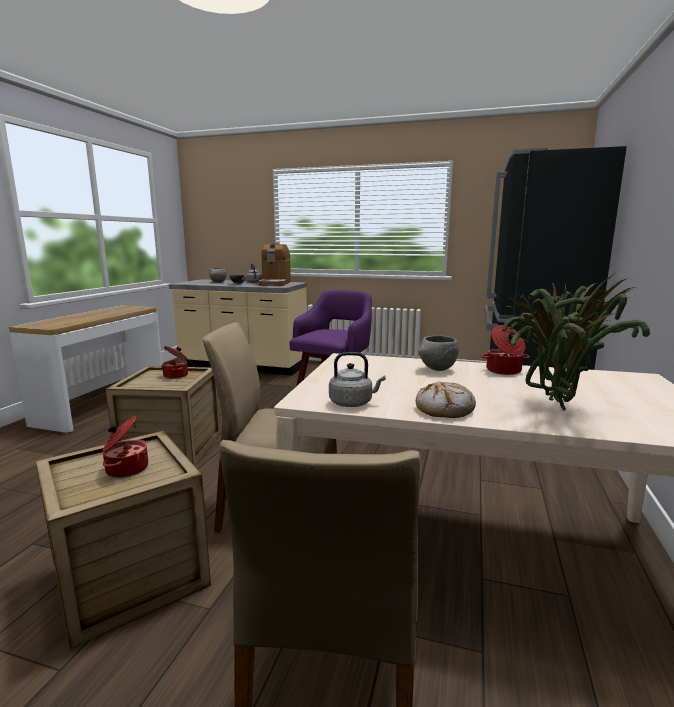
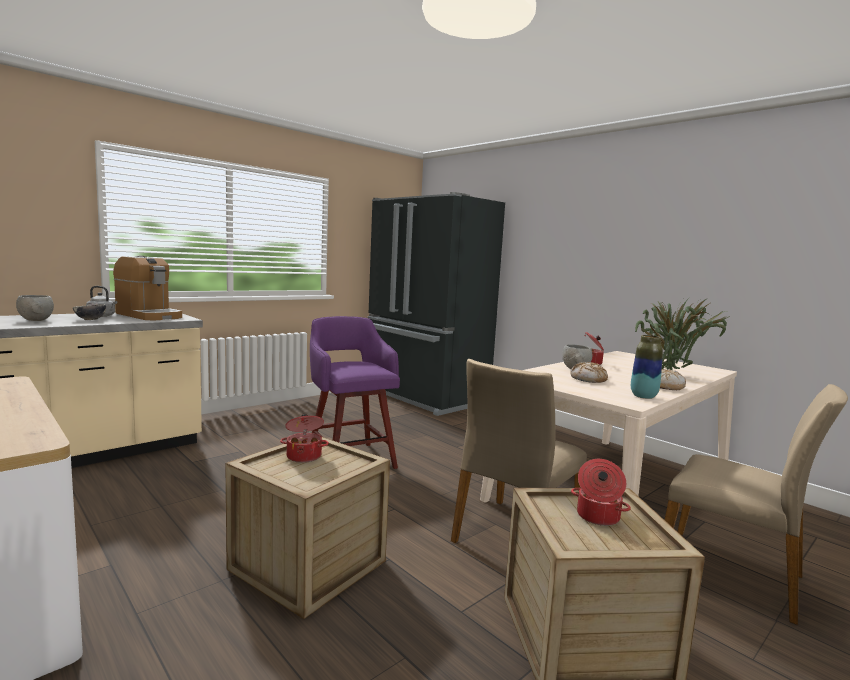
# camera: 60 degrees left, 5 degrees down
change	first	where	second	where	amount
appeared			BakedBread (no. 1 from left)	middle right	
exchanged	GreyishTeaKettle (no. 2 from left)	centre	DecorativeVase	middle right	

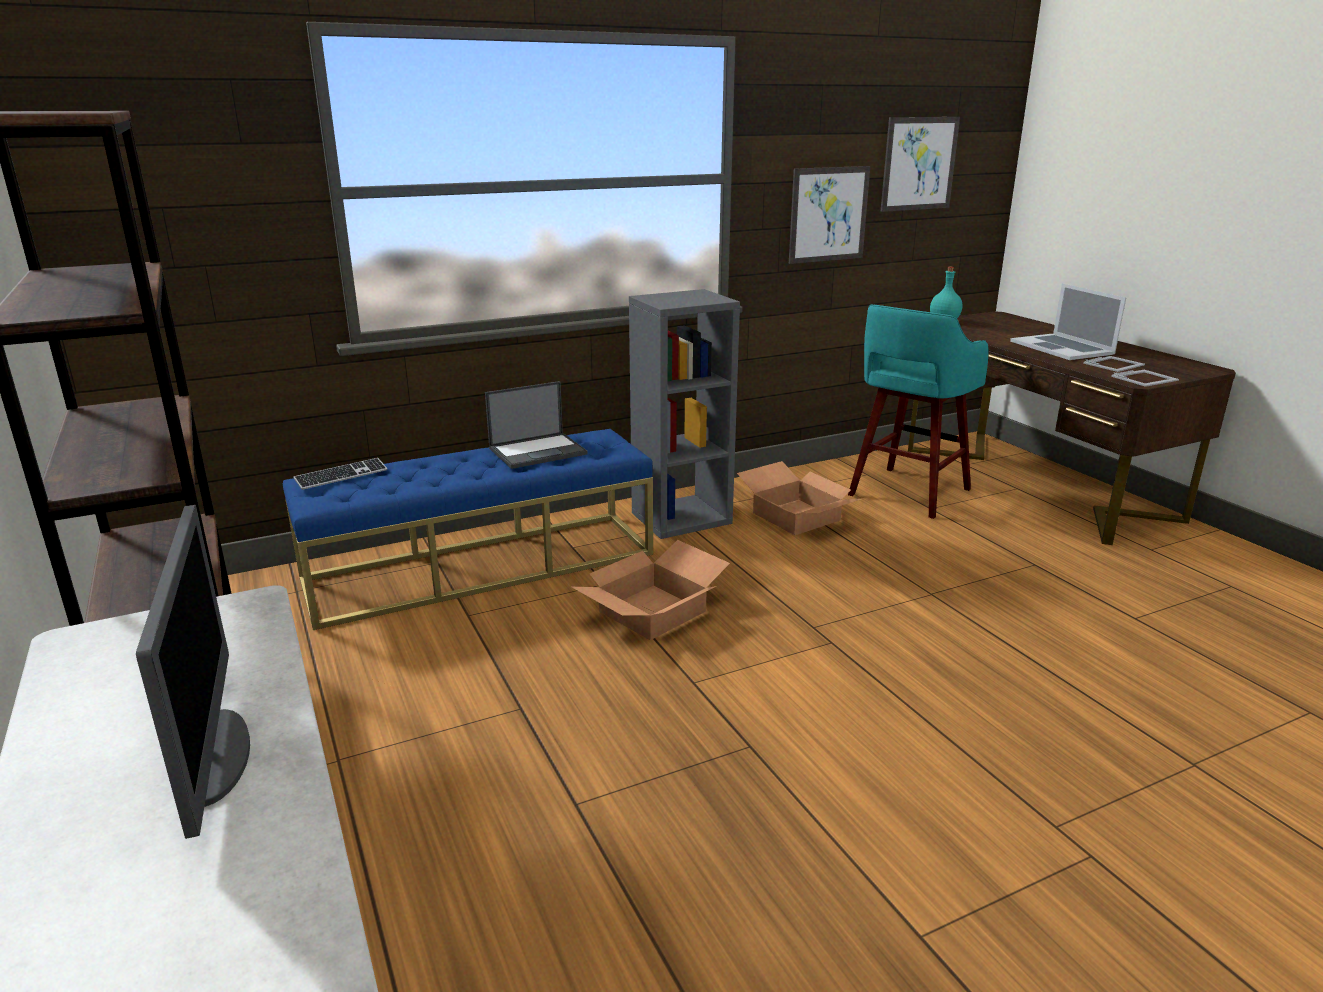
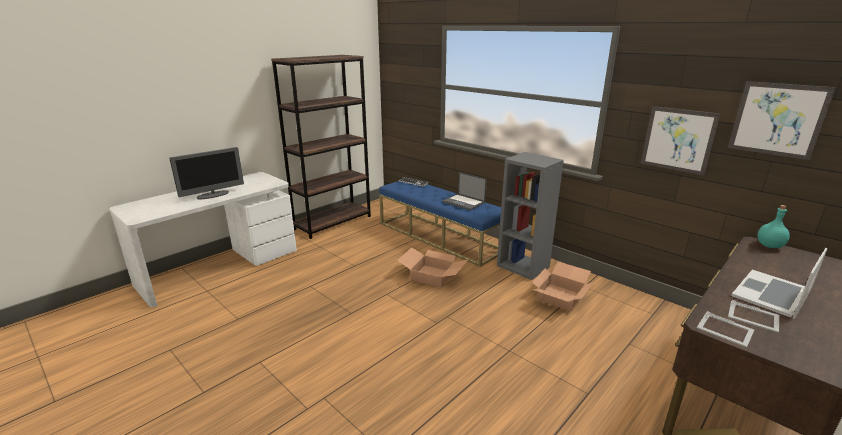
# camera: 70 degrees right, 0 degrees up
change	first	where	second	where	amount
missing	TurquoiseSittingStool	middle right			

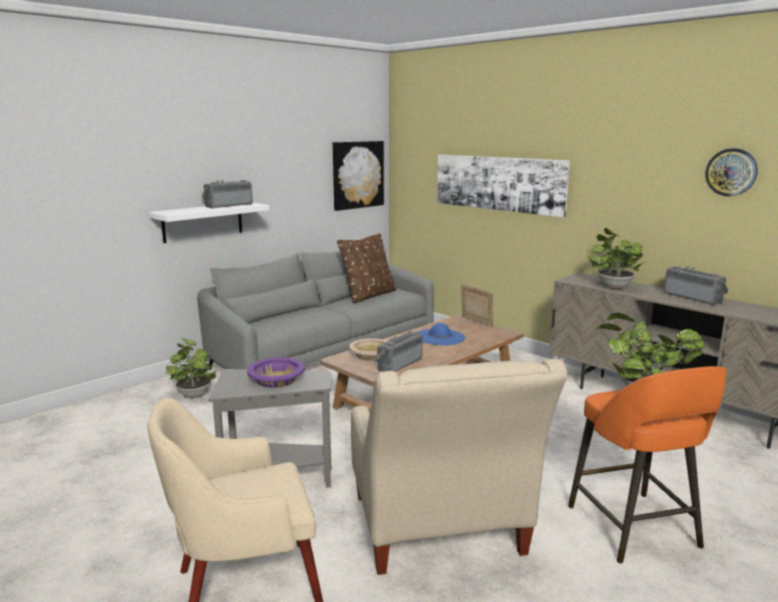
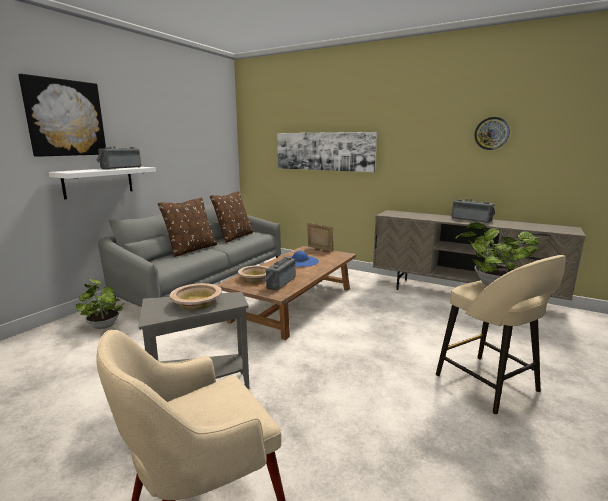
# camera: 15 degrees left, 0 degrees up
change	first	where	second	where	amount
missing	BeigeLoungeChair (no. 2 from left)	bottom centre			
missing	PlantInAPot (no. 2 from left)	middle right			
appeared			BrownColouredThrowPillow (no. 1 from left)	middle left	
relocated	Picture (no. 1 from left)	top centre		top left	
colour	PurpleBowl	centre	BeigeBowl (no. 1 from left)	middle left	
colour	OrangeySittingStool	bottom right	BeigeSittingStool	bottom right	

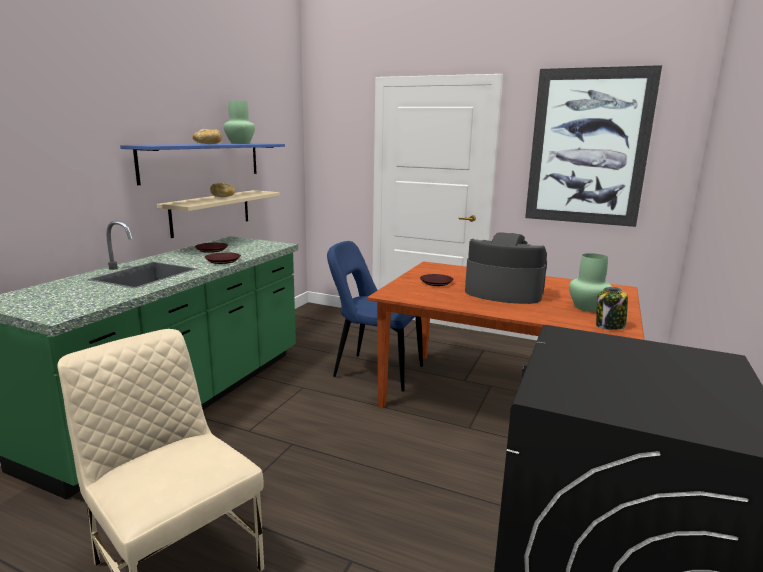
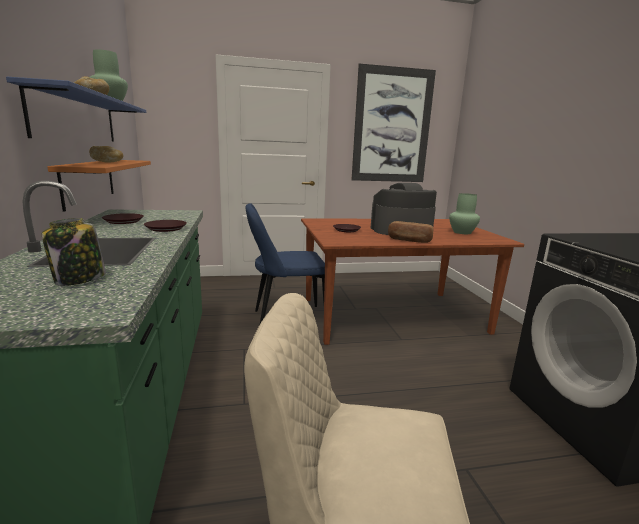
# camera: 35 degrees left, 0 degrees up
change	first	where	second	where	amount
appeared			BakedBread (no. 3 from left)	centre	
relocated	StorageJar	middle right		middle left	
colour	BeigeShelf	middle left	OrangeyShelf	middle left	

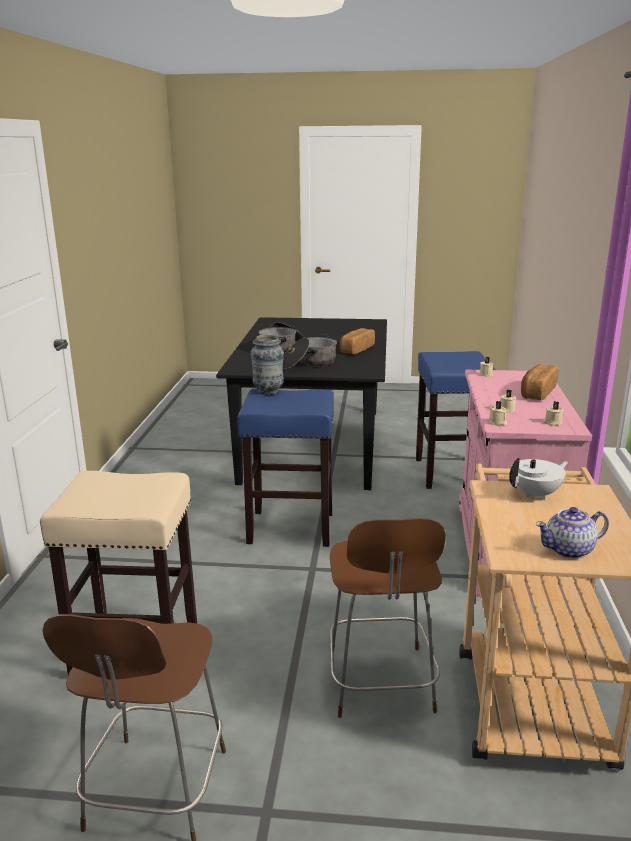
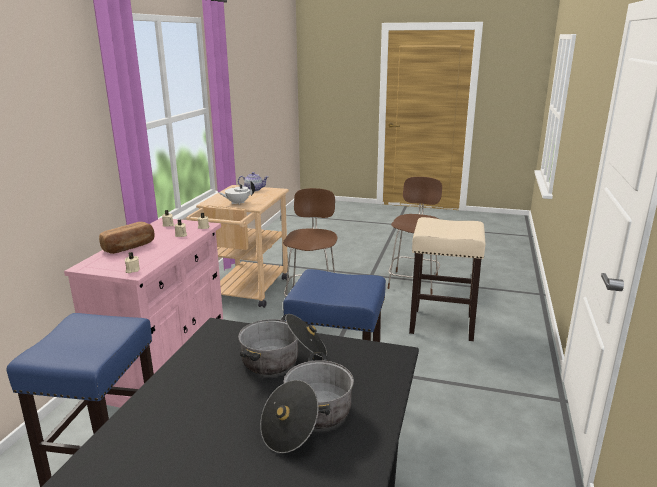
# camera: 170 degrees left, 0 degrees up
change	first	where	second	where	amount
missing	DecorativeVase	centre			
missing	BakedBread (no. 1 from left)	centre			

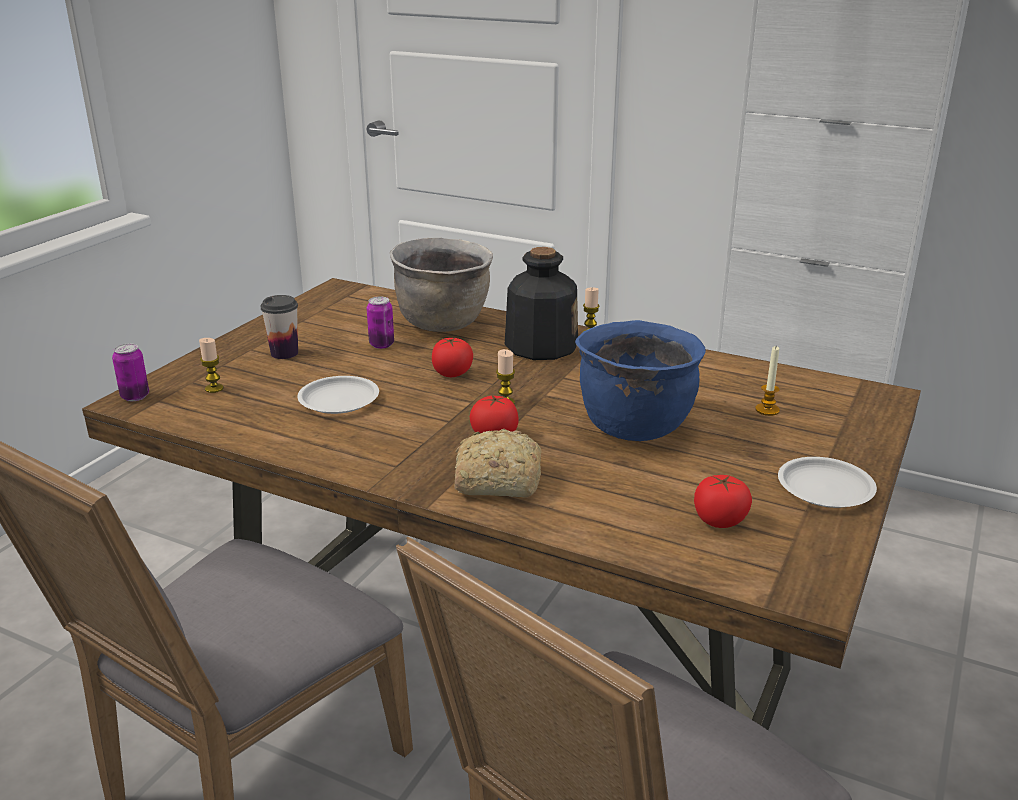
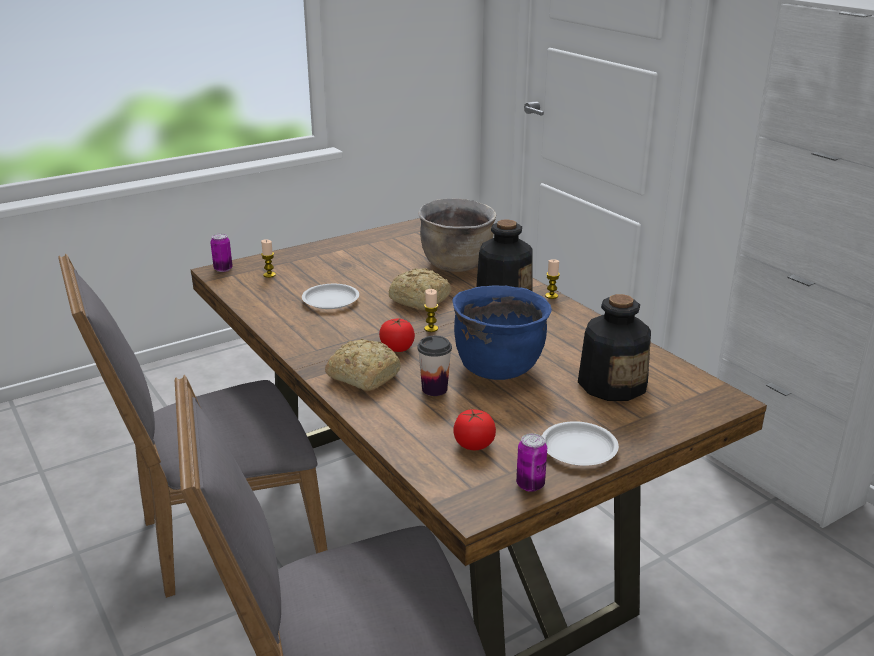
# camera: 30 degrees right, 0 degrees up
change	first	where	second	where	amount
relocated	DrinkingCup	middle left		centre	
relocated	Can (no. 2 from left)	centre		bottom centre	
exchanged	WholeTomato (no. 1 from left)	centre	BakedBread (no. 2 from left)	centre	
exchanged	Candle (no. 4 from left)	middle right	Bottle (no. 2 from left)	middle right	

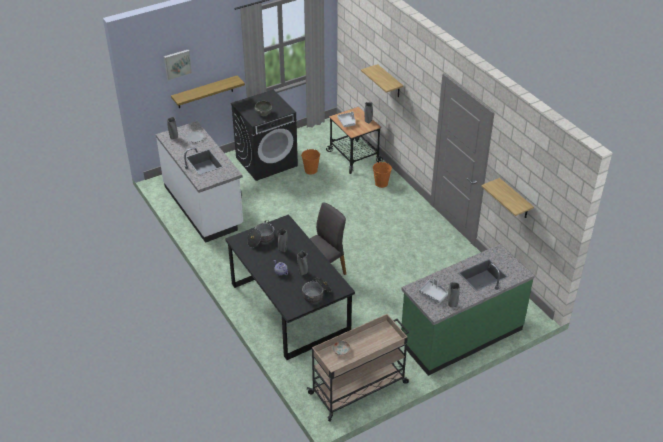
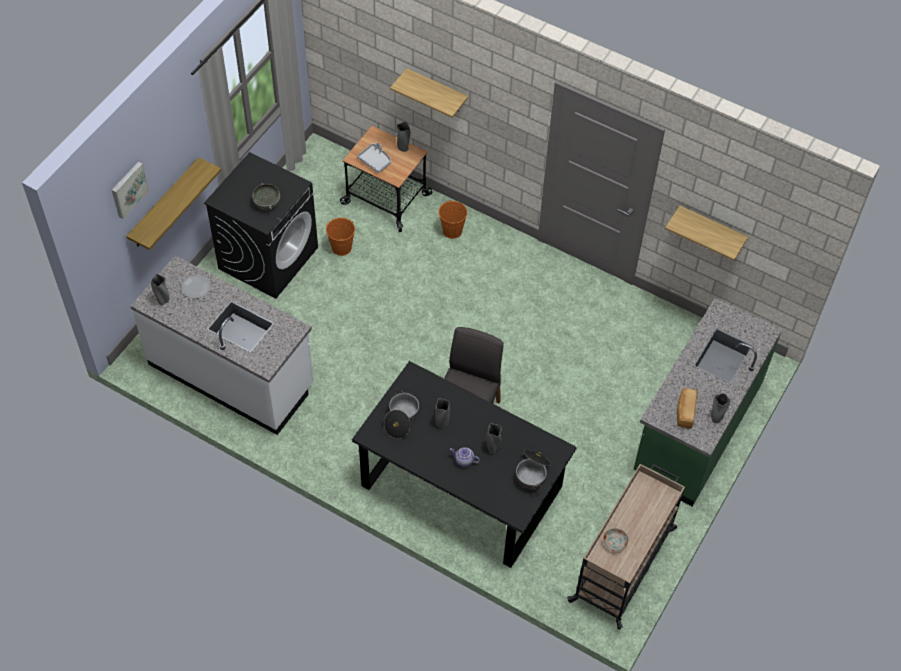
# camera: 30 degrees left, 15 degrees up
change	first	where	second	where	amount
exchanged	GreyishTray (no. 2 from left)	centre	BakedBread	middle right	

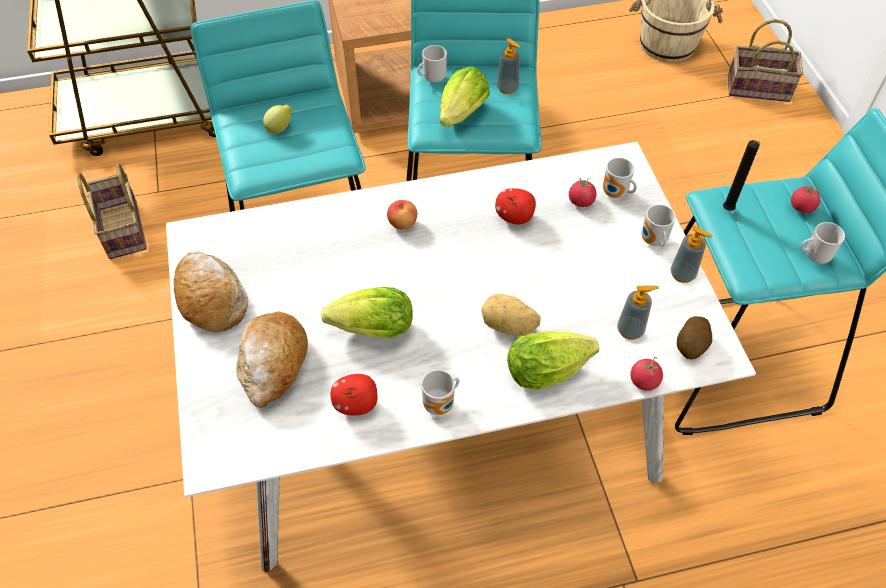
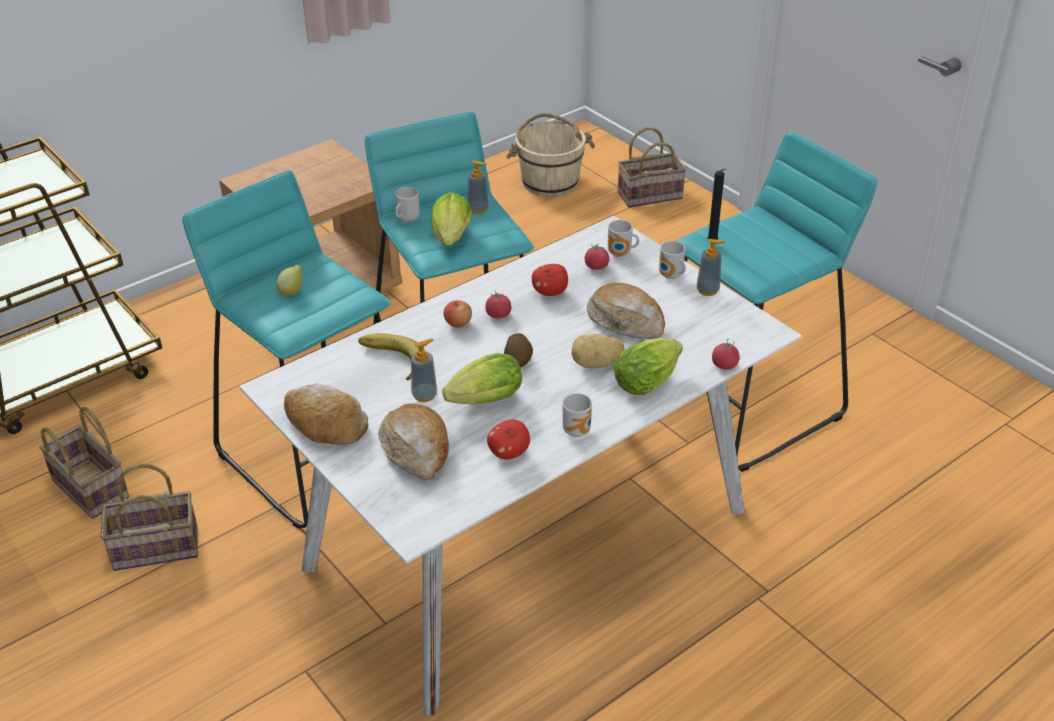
# camera: 25 degrees left, 15 degrees down
change	first	where	second	where	amount
missing	Mug (no. 5 from left)	middle right			
appeared			Basket (no. 2 from left)	bottom left	
appeared			BananaFruit	centre	
appeared			BakedBread (no. 3 from left)	centre	
relocated	SoapBottle (no. 2 from left in the first image)	middle right	SoapBottle (no. 1 from left)	centre	
relocated	Spud (no. 2 from left in the first image)	middle right	Spud (no. 1 from left)	centre	
relocated	WholeTomato (no. 3 from left in the first image)	middle right	WholeTomato (no. 1 from left)	centre	

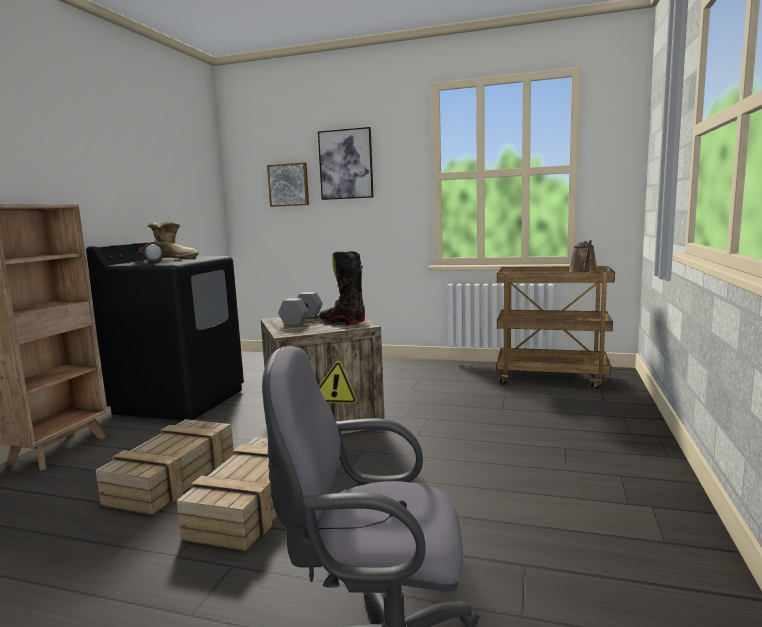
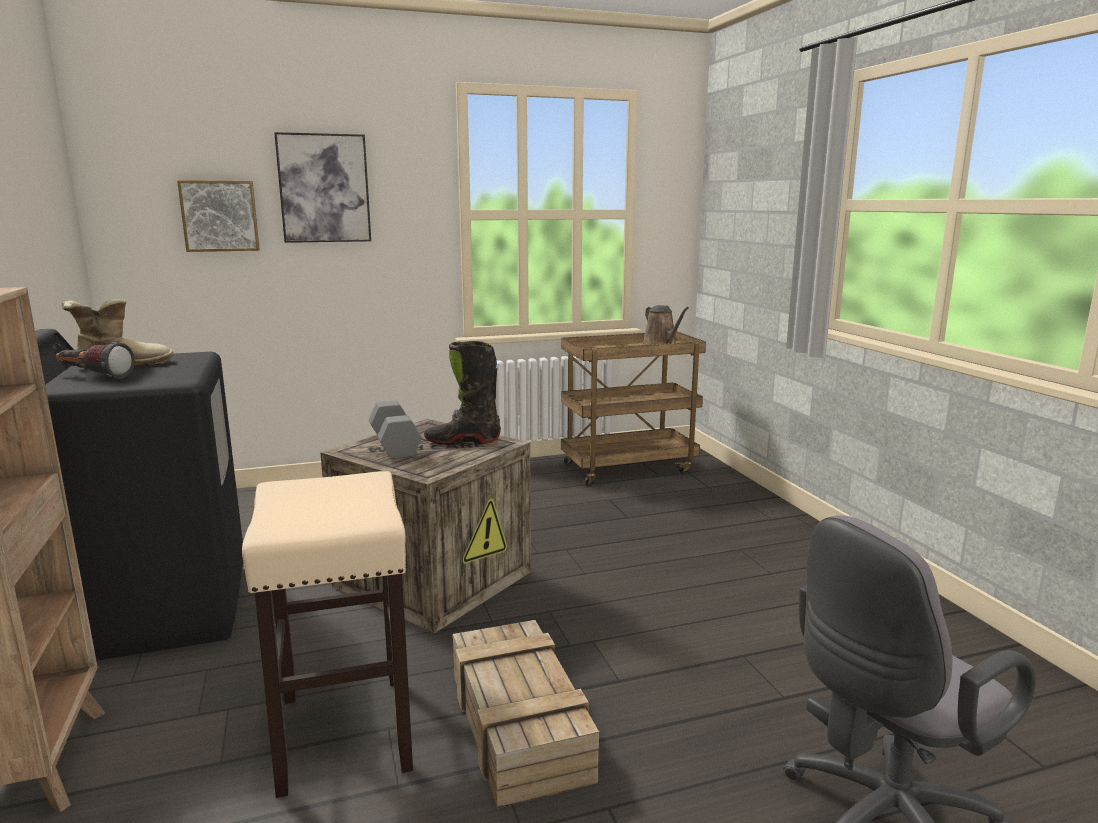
# camera: 35 degrees left, 5 degrees up
change	first	where	second	where	amount
exchanged	Crate (no. 1 from left)	bottom left	BeigeSittingStool	bottom left	

